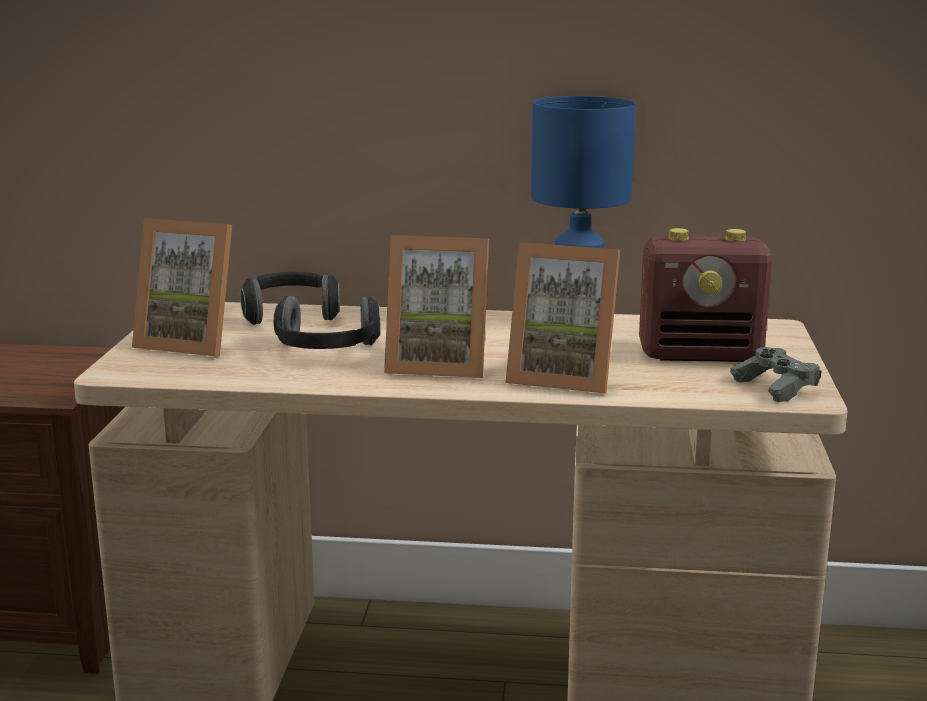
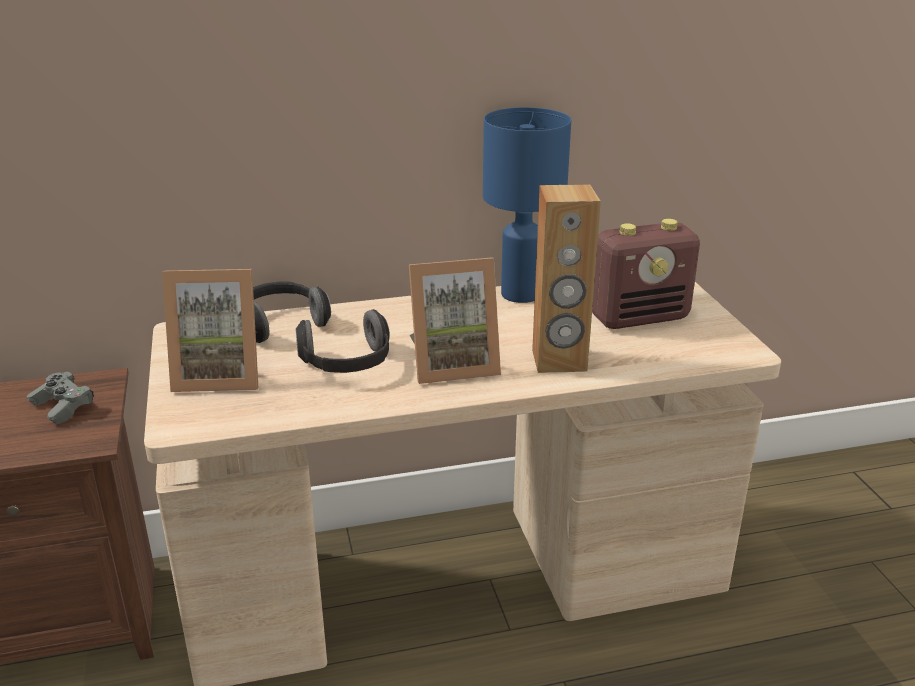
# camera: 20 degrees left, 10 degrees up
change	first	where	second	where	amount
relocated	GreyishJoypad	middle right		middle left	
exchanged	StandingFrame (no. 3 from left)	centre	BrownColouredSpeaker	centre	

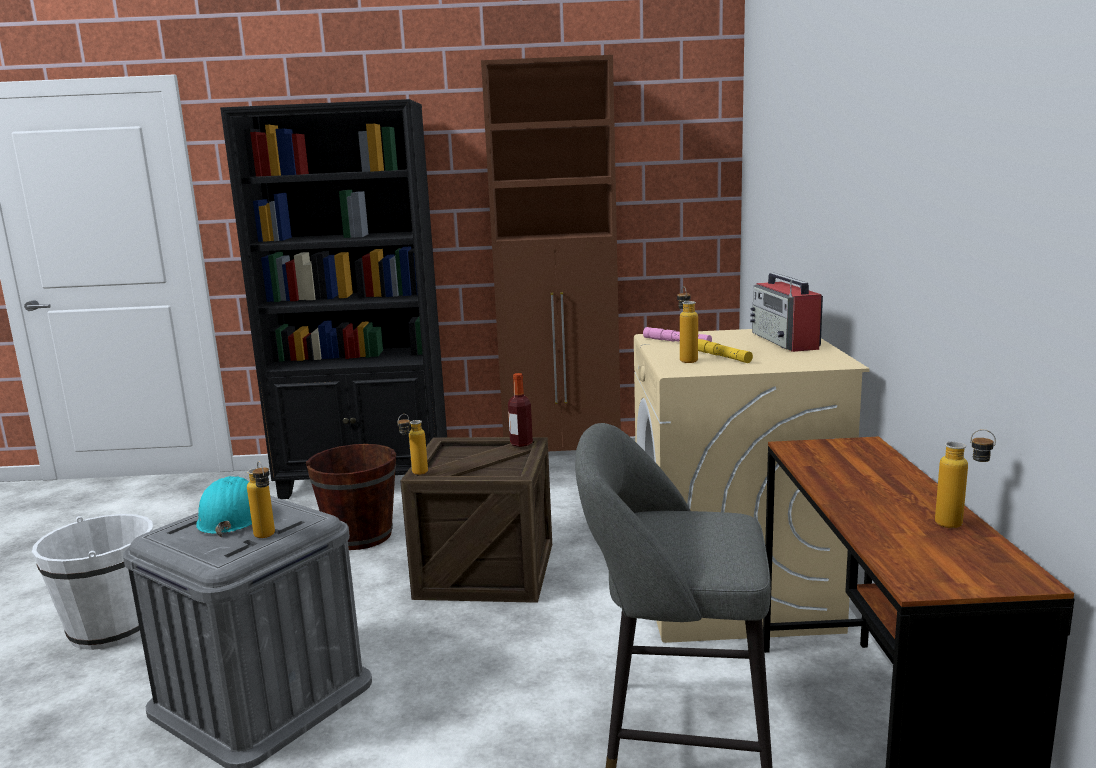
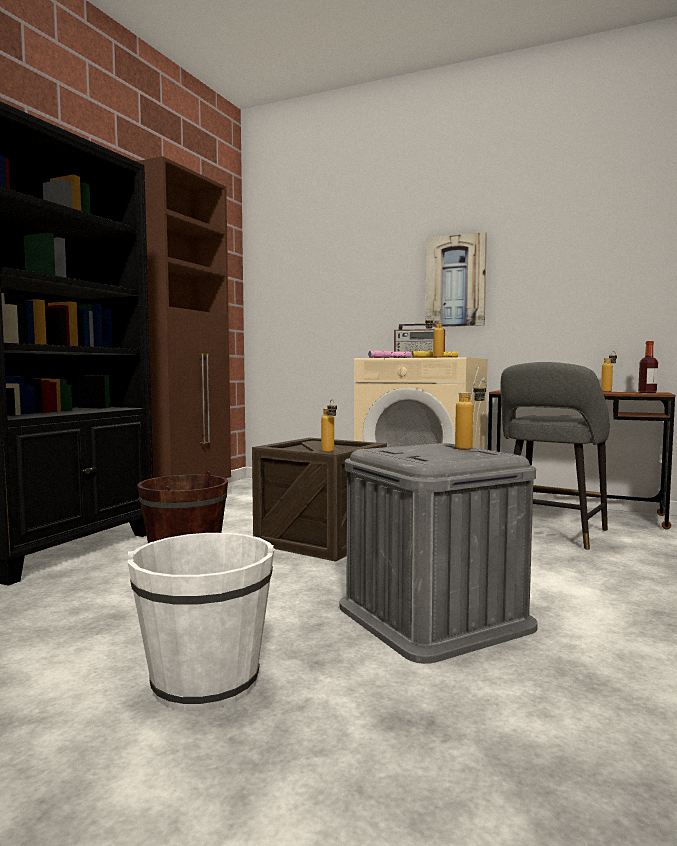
# camera: 65 degrees left, 10 degrees down
change	first	where	second	where	amount
missing	TurquoiseWorkHelmet	middle left			
appeared			Picture	top right	
relocated	Bottle (no. 3 from left in the first image)	centre	Bottle (no. 5 from left)	middle right	

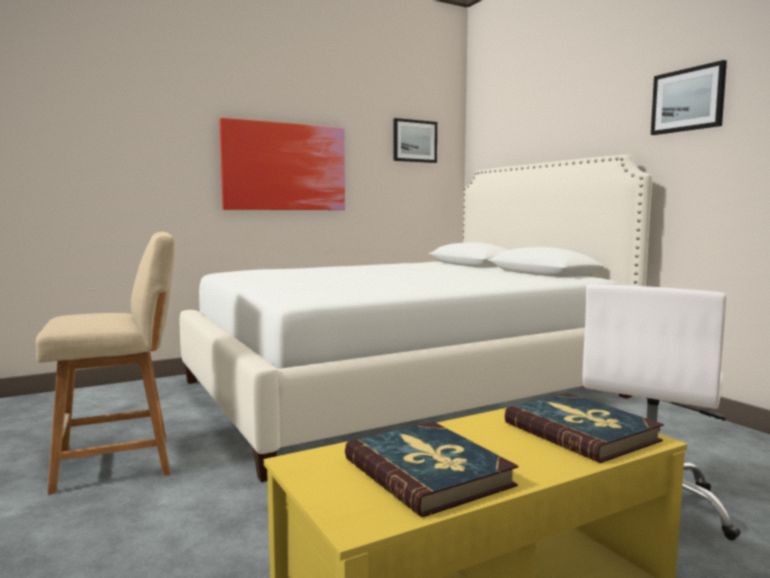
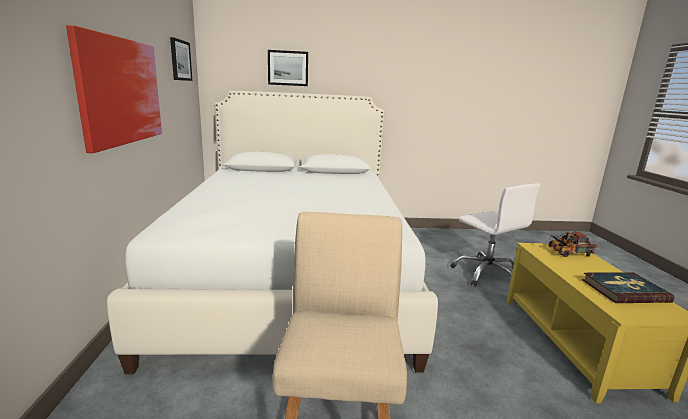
# camera: 65 degrees left, 10 degrees up
change	first	where	second	where	amount
relocated	Picture (no. 3 from left)	top right		top centre	
exchanged	Volume (no. 2 from left)	bottom right	ToyTruck	middle right	

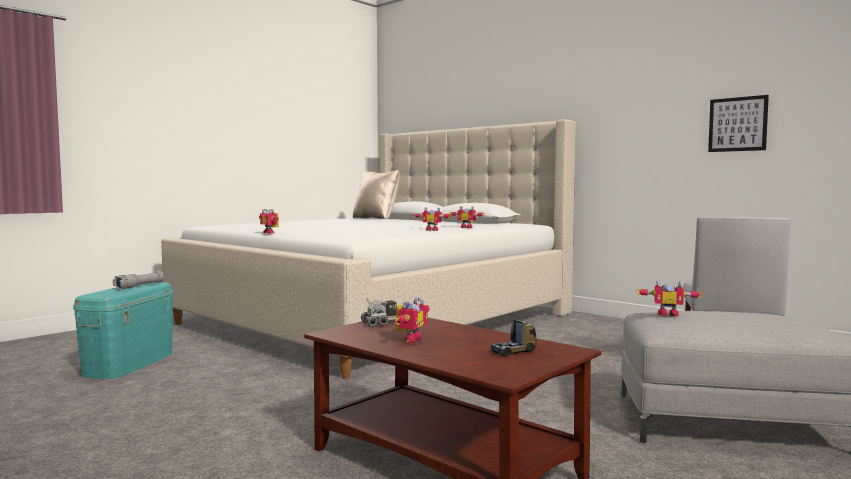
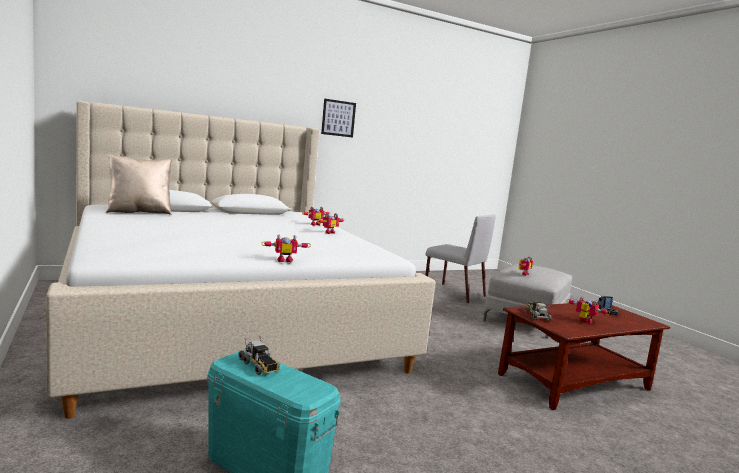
# camera: 70 degrees left, 5 degrees up
change	first	where	second	where	amount
relocated	Picture	top right		top centre	
exchanged	GreyishTorch	middle left	ToyTruck (no. 1 from left)	bottom centre	

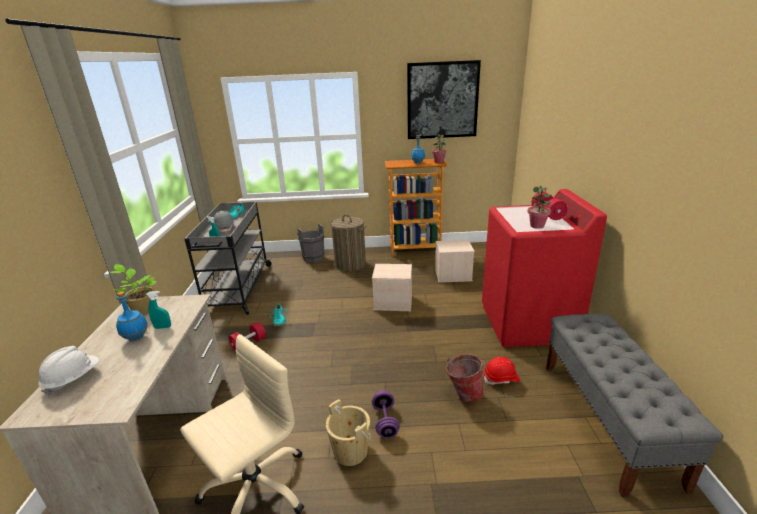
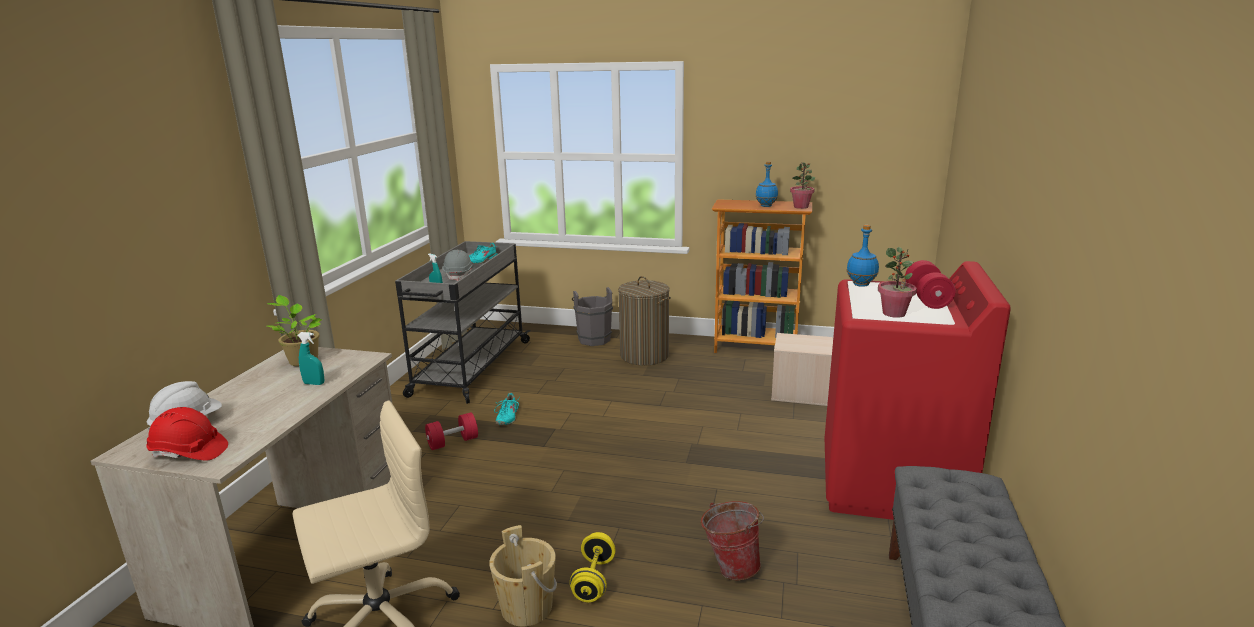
# camera: 15 degrees right, 5 degrees down
change	first	where	second	where	amount
missing	BeigeStorageBox (no. 1 from left)	centre			
missing	Picture	top centre			
relocated	BlueBottle (no. 1 from left in the first image)	middle left	BlueBottle (no. 2 from left)	middle right	
relocated	RedColouredWorkHelmet	bottom centre		bottom left	
colour	PurpleDumbbell	bottom centre	YellowishDumbbell	bottom centre	

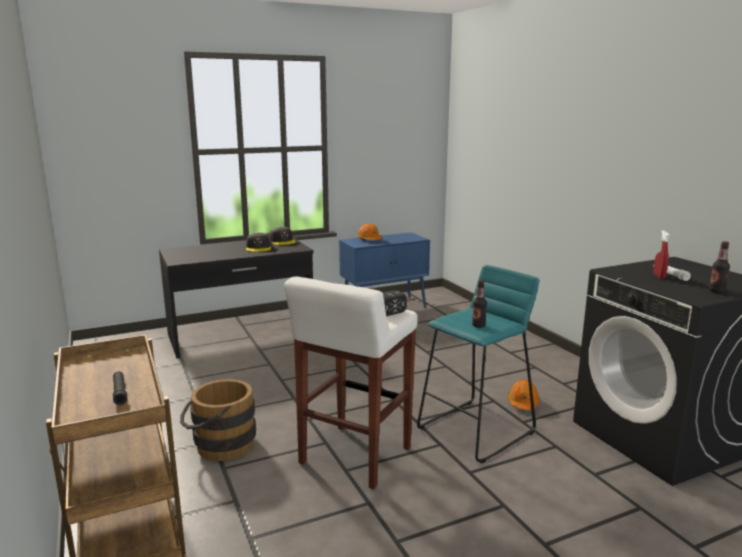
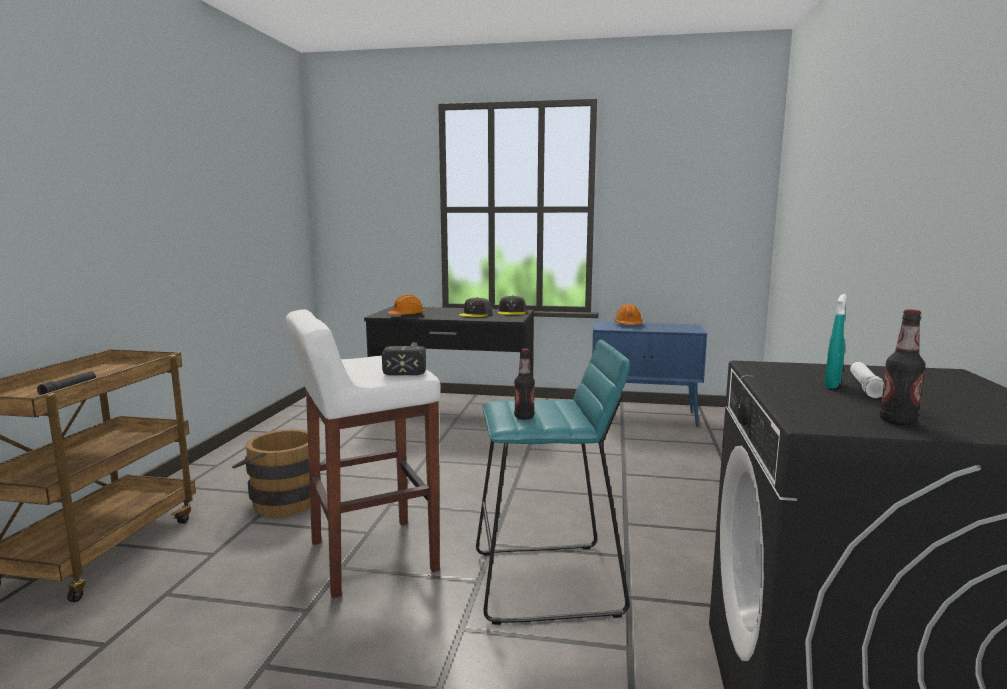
# camera: 35 degrees right, 5 degrees down
change	first	where	second	where	amount
relocated	OrangeyWorkHelmet (no. 2 from left in the first image)	bottom right	OrangeyWorkHelmet (no. 1 from left)	centre	
colour	RedColouredHandSprayer	middle right	TurquoiseHandSprayer	middle right	

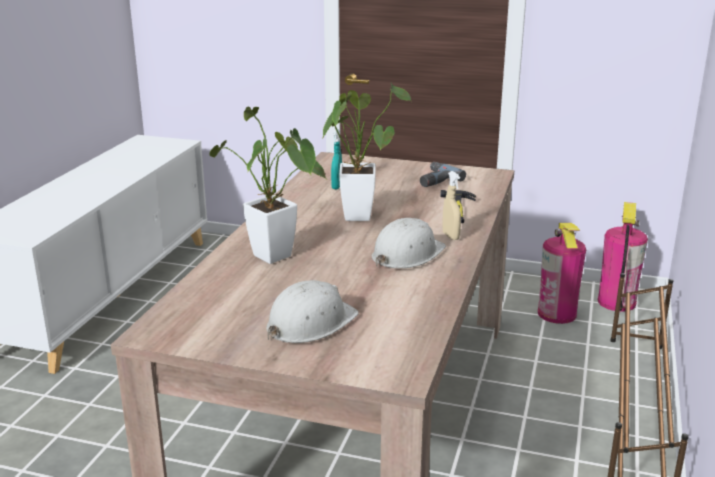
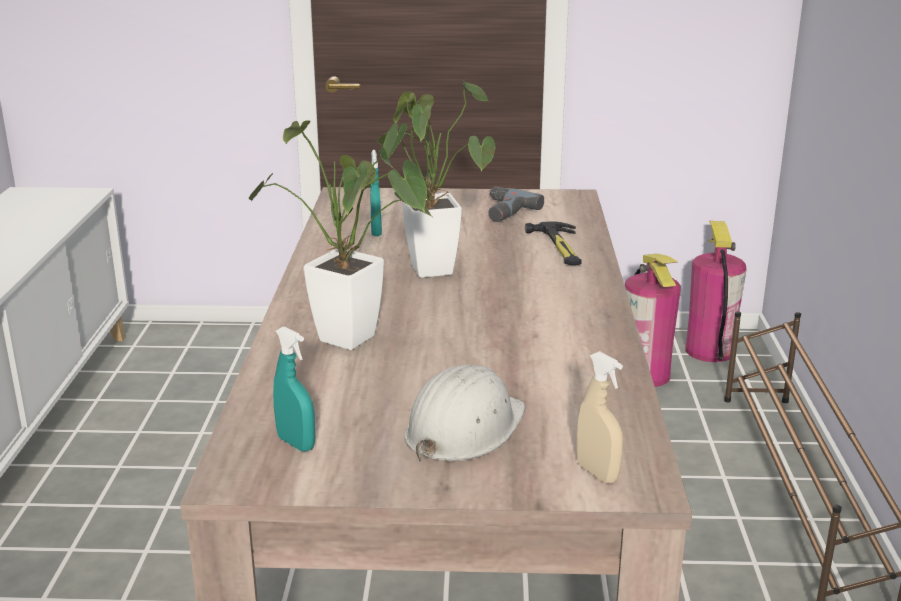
# camera: 15 degrees left, 0 degrees up
change	first	where	second	where	amount
missing	WhitishWorkHelmet (no. 2 from left)	centre			
appeared			TurquoiseHandSprayer (no. 1 from left)	middle left	
relocated	BeigeHandSprayer	centre		bottom centre	

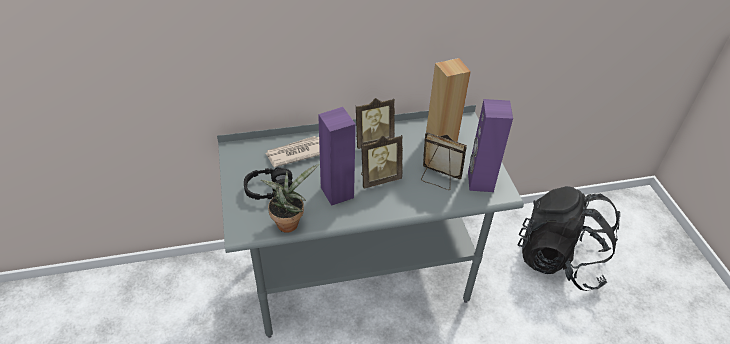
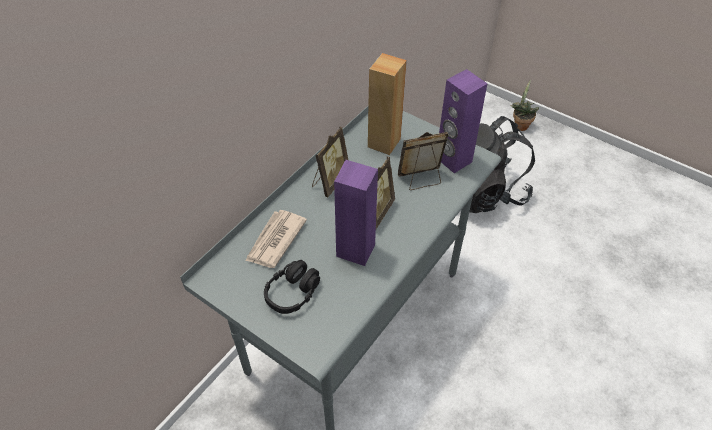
# camera: 40 degrees left, 5 degrees up
change	first	where	second	where	amount
relocated	PlantInAPot	centre		top right	

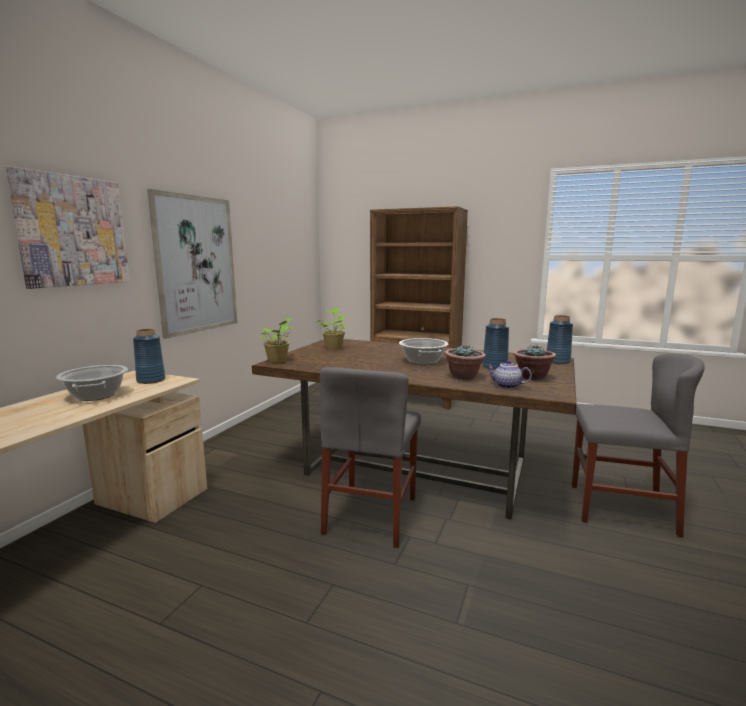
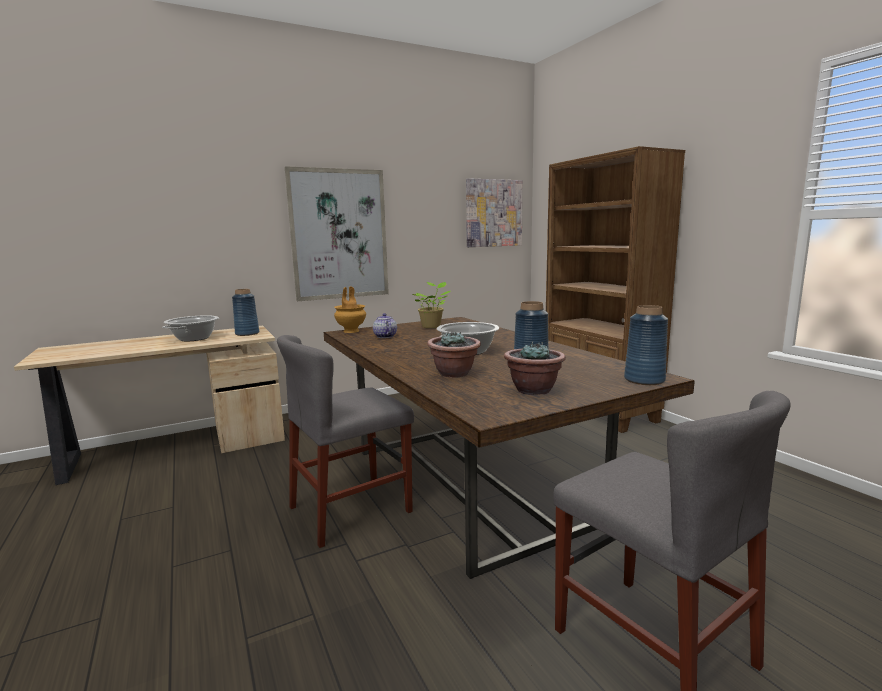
# camera: 40 degrees right, 0 degrees up
change	first	where	second	where	amount
relocated	Picture (no. 1 from left in the first image)	top left	Picture (no. 2 from left)	top centre	
relocated	TeaPot	middle right		centre	
exchanged	PlantInAPot (no. 1 from left)	centre	BrownColouredDecorativeVase	centre	

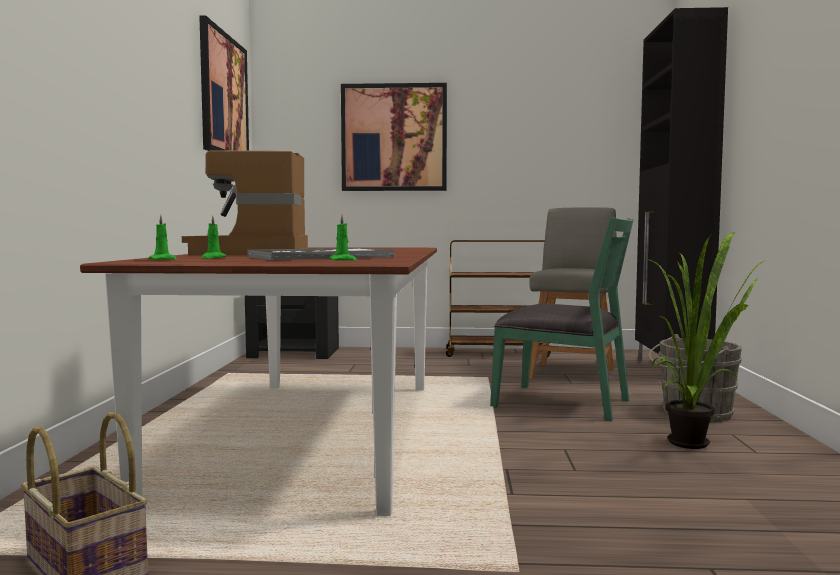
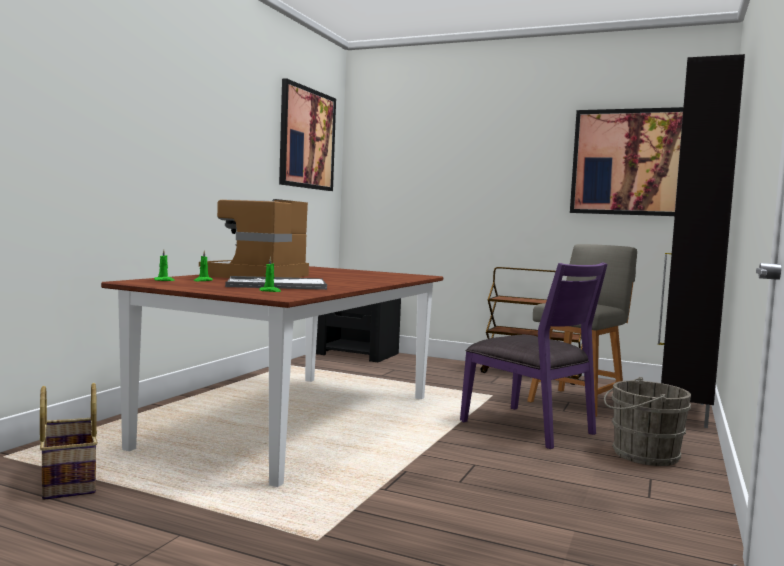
# camera: 20 degrees right, 0 degrees up
change	first	where	second	where	amount
missing	PlantInAPot	middle right			
relocated	Picture (no. 2 from left)	top centre		top right	
colour	GreenColouredUprightChair	middle right	PurpleUprightChair	middle right	

